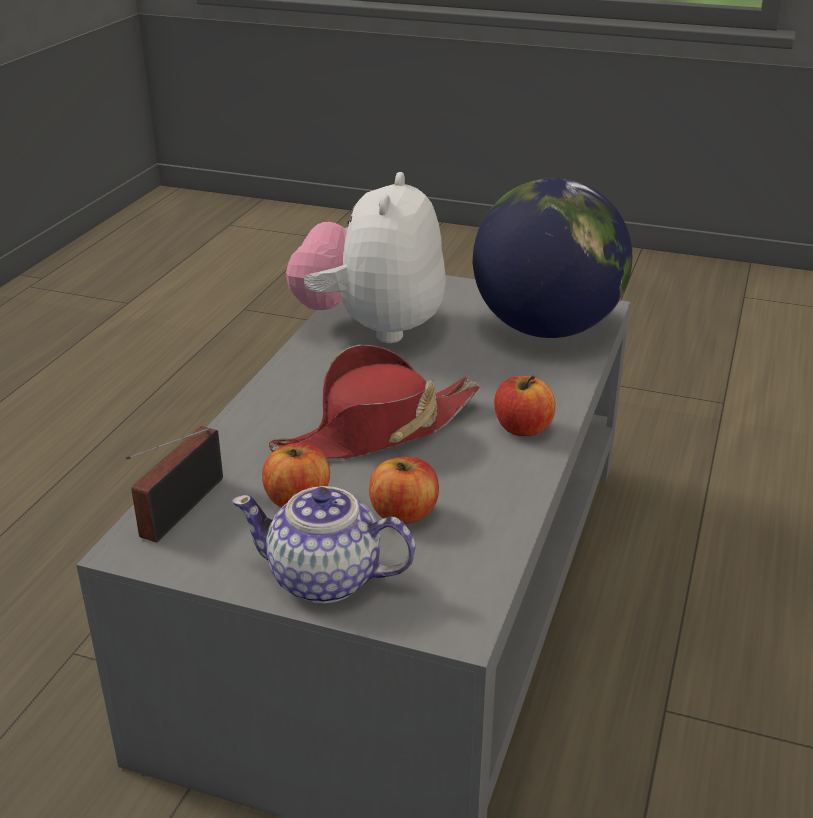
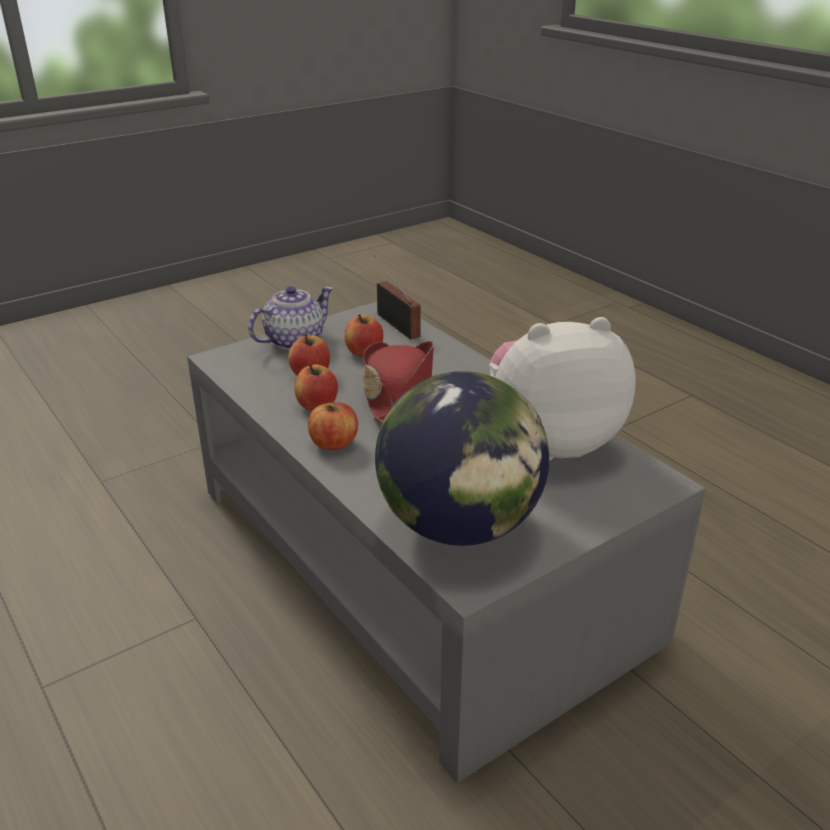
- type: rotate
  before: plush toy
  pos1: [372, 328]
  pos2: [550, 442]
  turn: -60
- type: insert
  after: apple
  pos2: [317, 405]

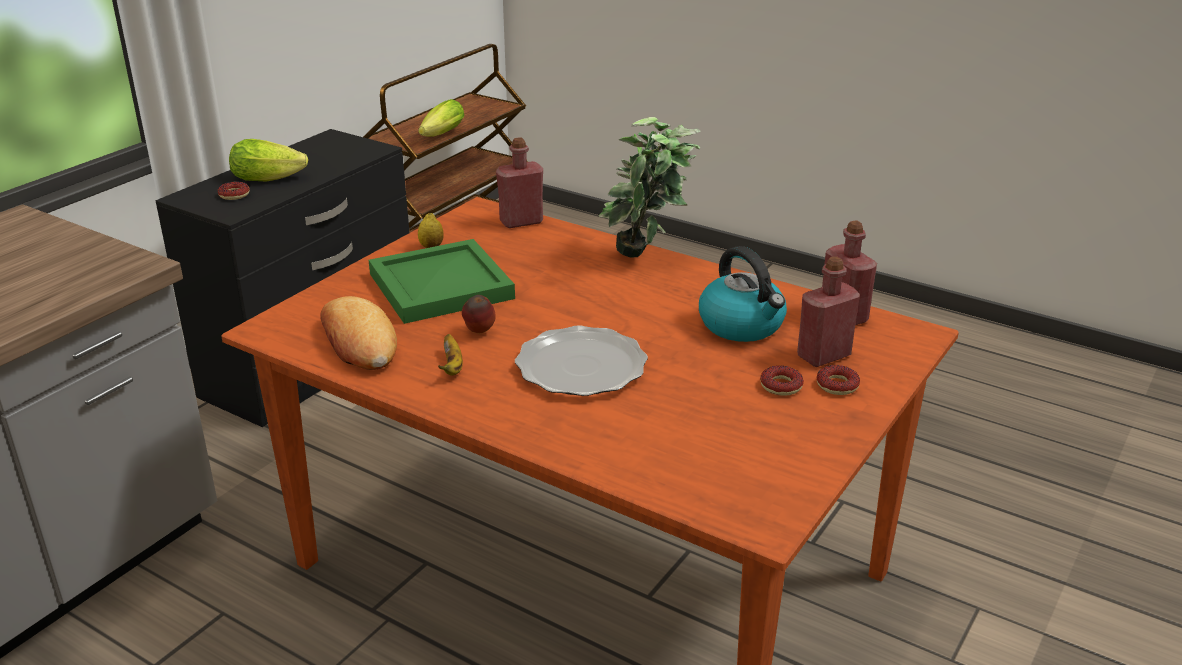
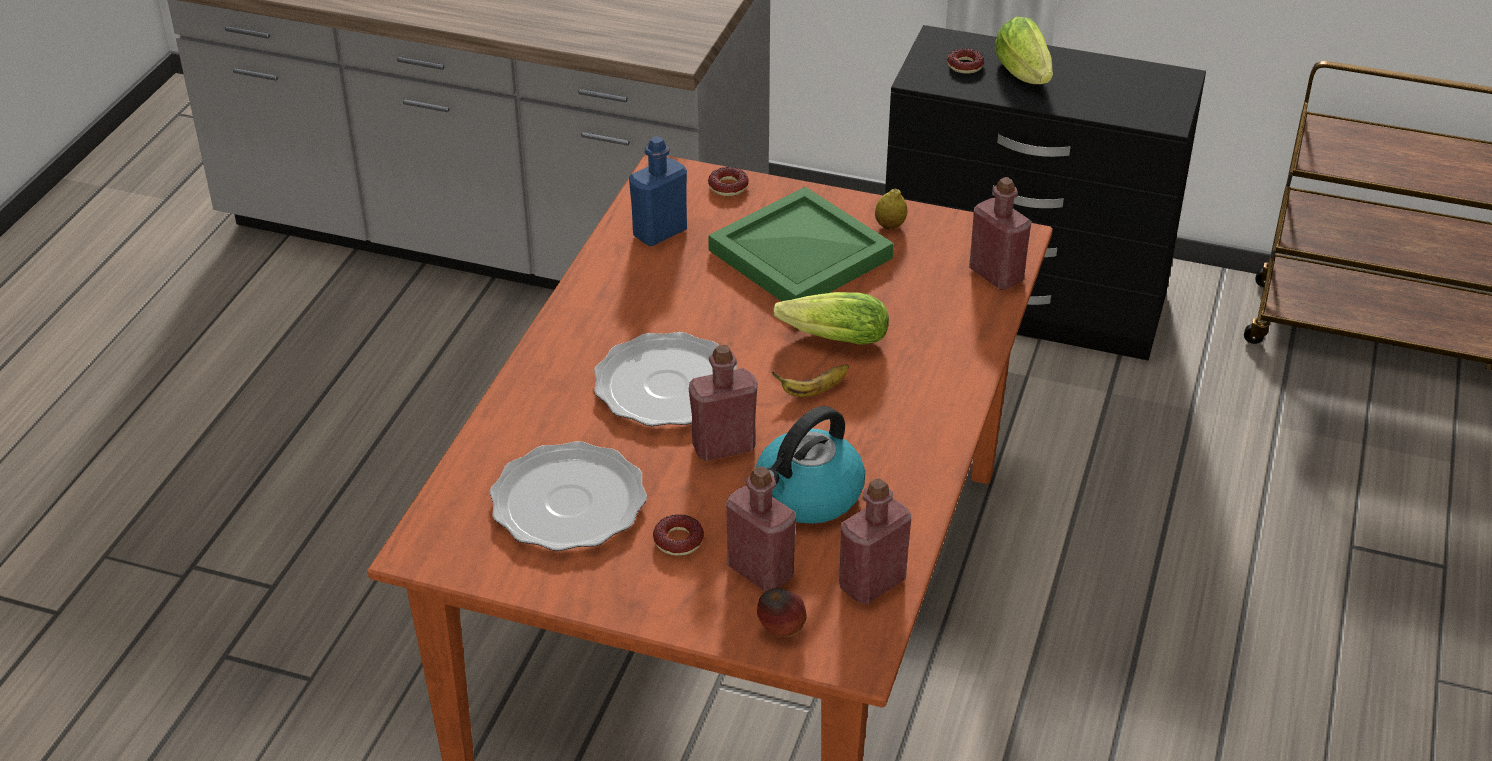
- type: move
  before: lettuce
  pos1: [440, 136]
  pos2: [829, 338]
- type: delete
  before: potted plant
  pos1: [647, 258]
- type: move
  before: apple
  pos1: [479, 332]
  pos2: [781, 631]
- type: replace
  before: bread
  after: bottle/blue
  pos1: [359, 342]
  pos2: [660, 233]
- type: move
  before: banana
  pos1: [452, 367]
  pos2: [813, 391]
- type: move
  before: donut
  pos1: [837, 385]
  pos2: [728, 186]
- type: insert
  after: bottle/red
  pos2: [723, 447]
- type: insert
  after: plate
  pos2: [570, 502]

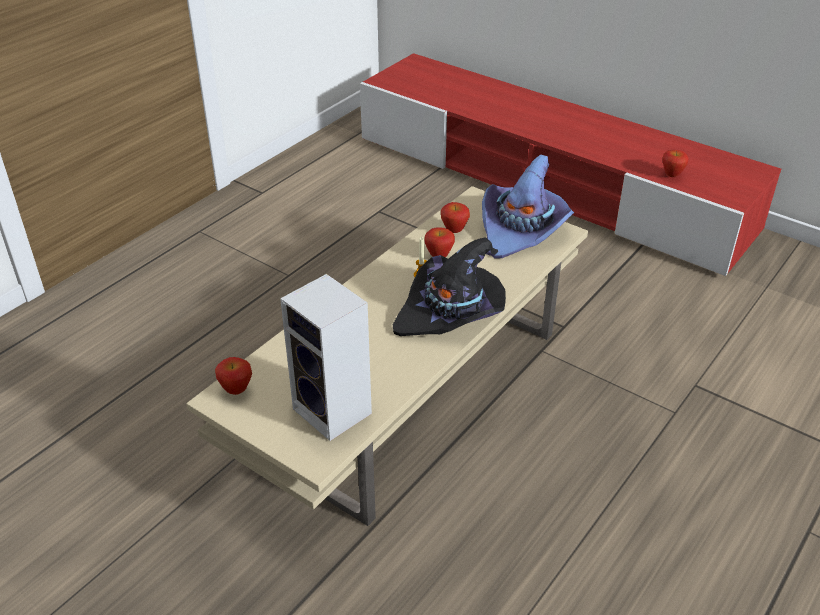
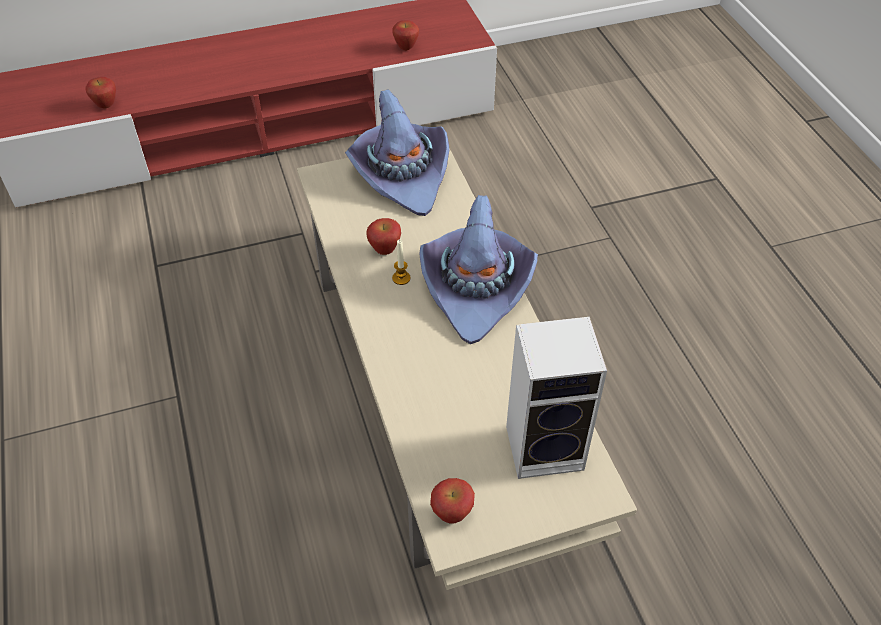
- type: move
  before: apple
  pos1: [454, 231]
  pos2: [106, 106]
- type: recolor
  before: hat/black
  after: hat/purple
  pos1: [451, 313]
  pos2: [477, 288]

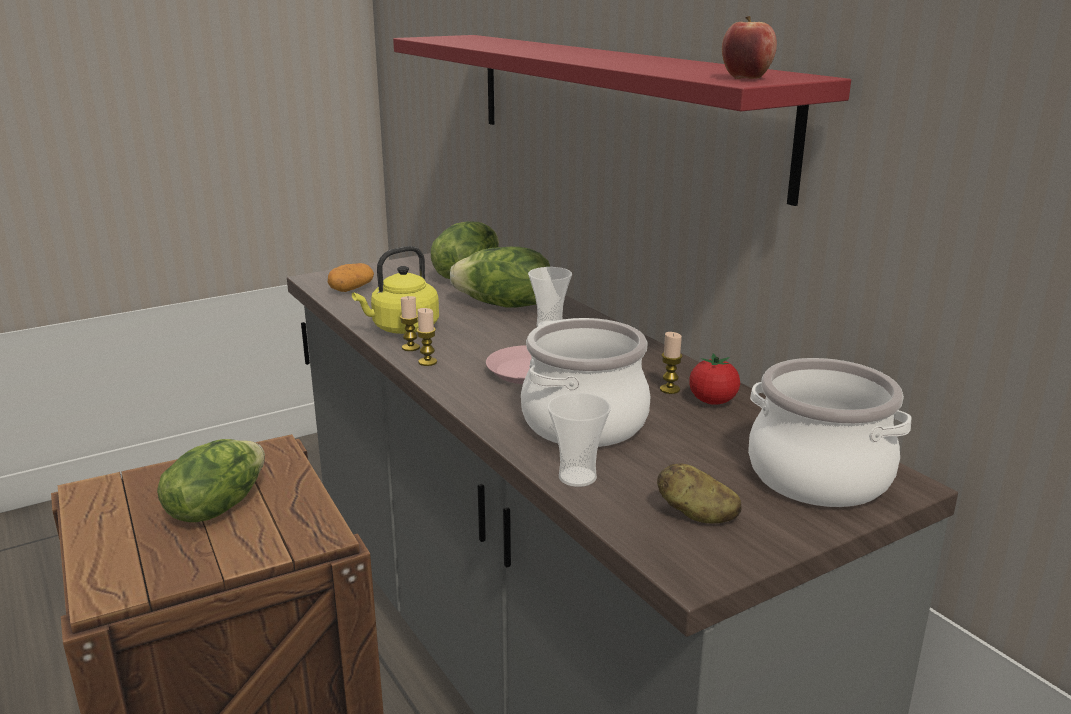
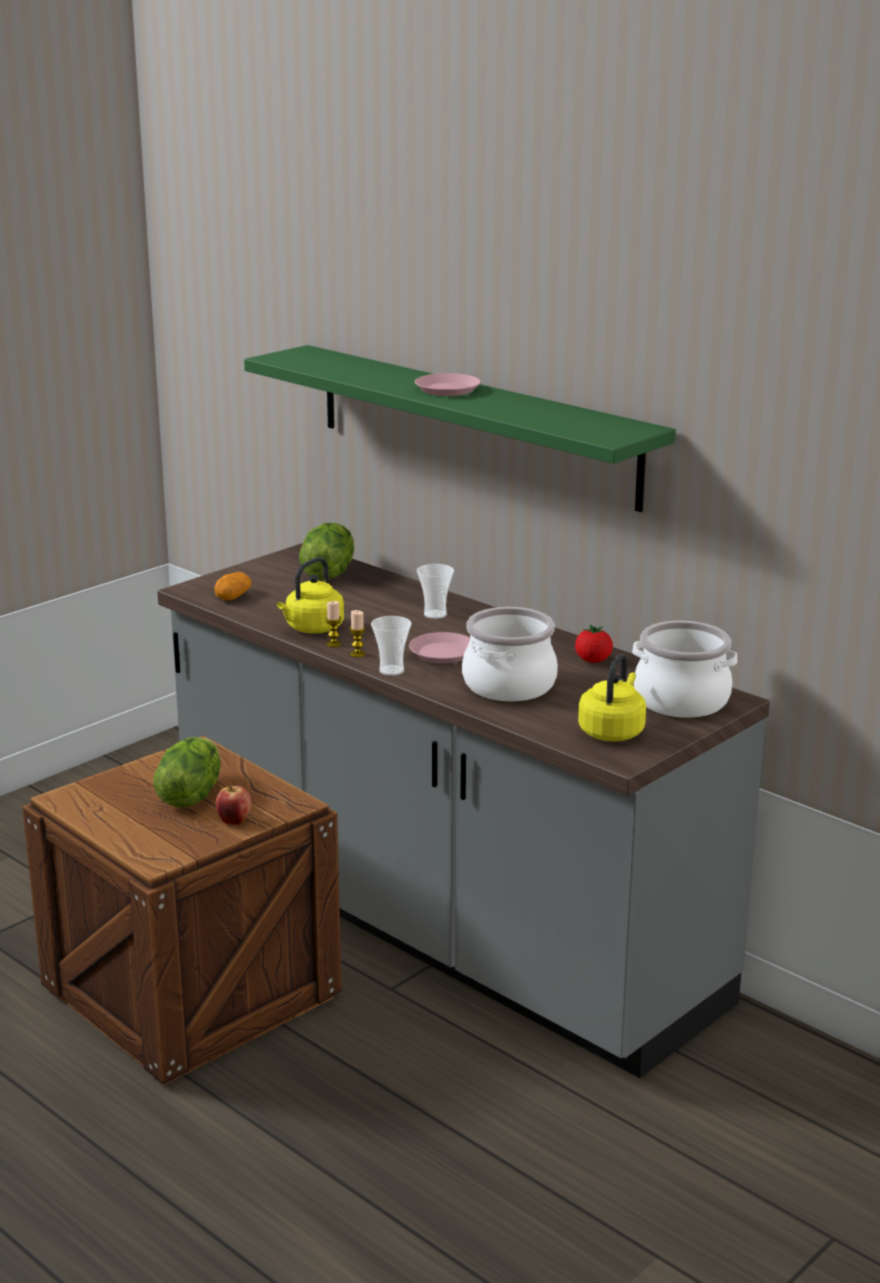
- type: move
  before: apple
  pos1: [746, 78]
  pos2: [234, 821]
- type: recolor
  before: shelf/red
  after: shelf/green
  pos1: [613, 104]
  pos2: [474, 424]
- type: delete
  before: lettuce
  pos1: [504, 305]
- type: delete
  before: candle
  pos1: [669, 389]
- type: move
  before: cup
  pos1: [577, 477]
  pos2: [391, 671]
- type: replace
  before: potato
  after: kettle/yellow
  pos1: [696, 515]
  pos2: [612, 731]
- type: insert
  after: plate/pink
  pos2: [447, 390]

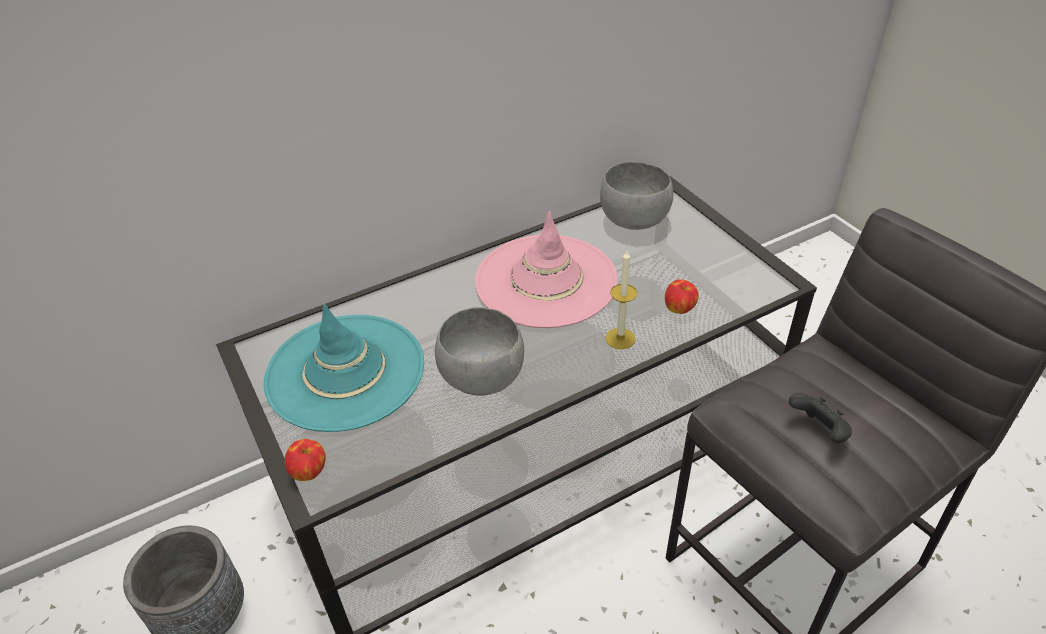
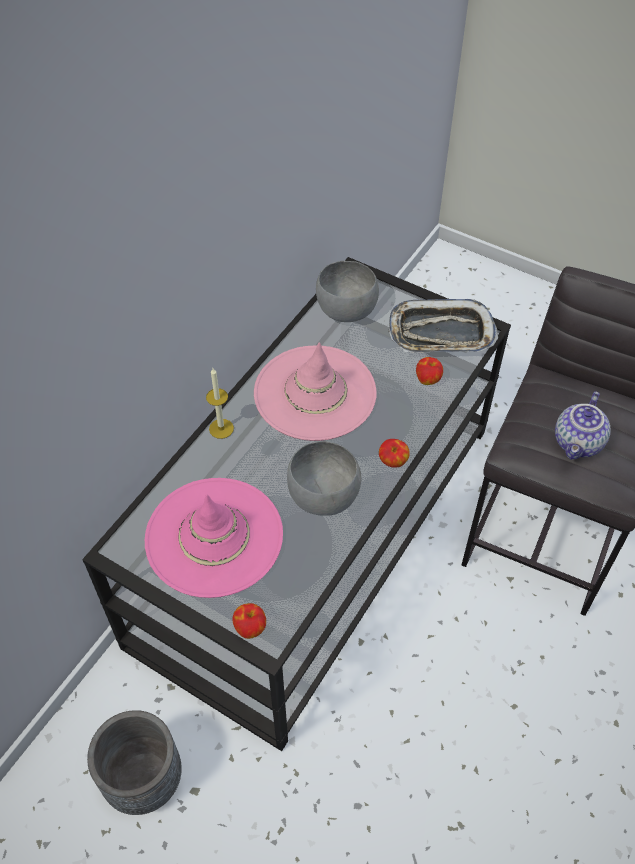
- type: move
  before: candle
  pos1: [620, 338]
  pos2: [221, 428]
- type: recolor
  before: hat/turquoise
  after: hat/pink
  pos1: [345, 372]
  pos2: [214, 536]
- type: replace
  before: game controller/black
  after: teapot
  pos1: [818, 431]
  pos2: [578, 443]
- type: insert
  after: tray
  pos2: [440, 333]
- type: insert
  after: apple
  pos2: [393, 462]

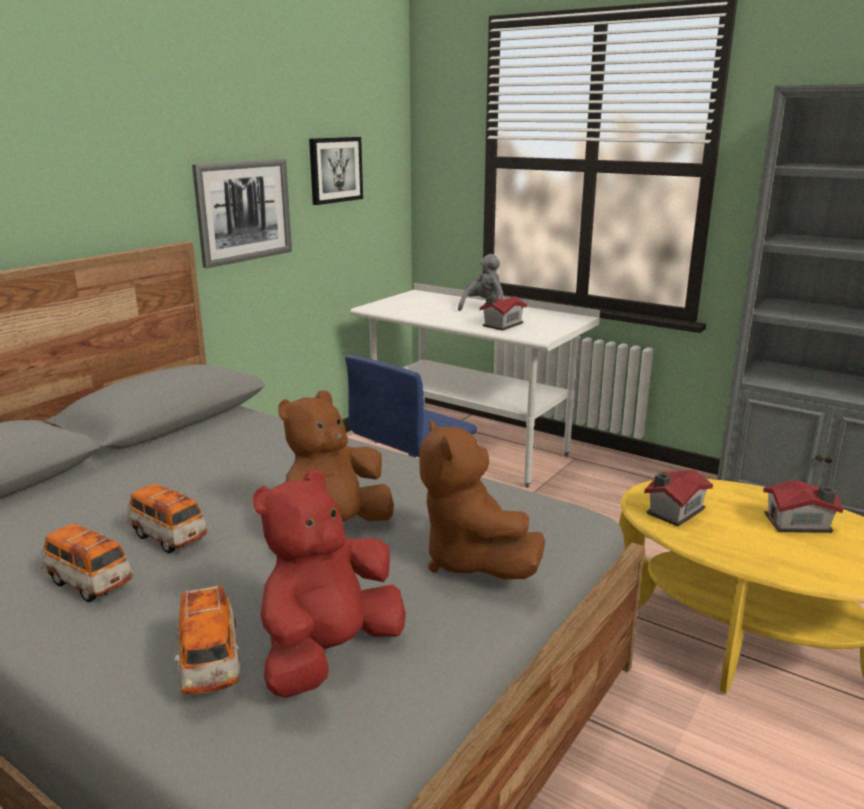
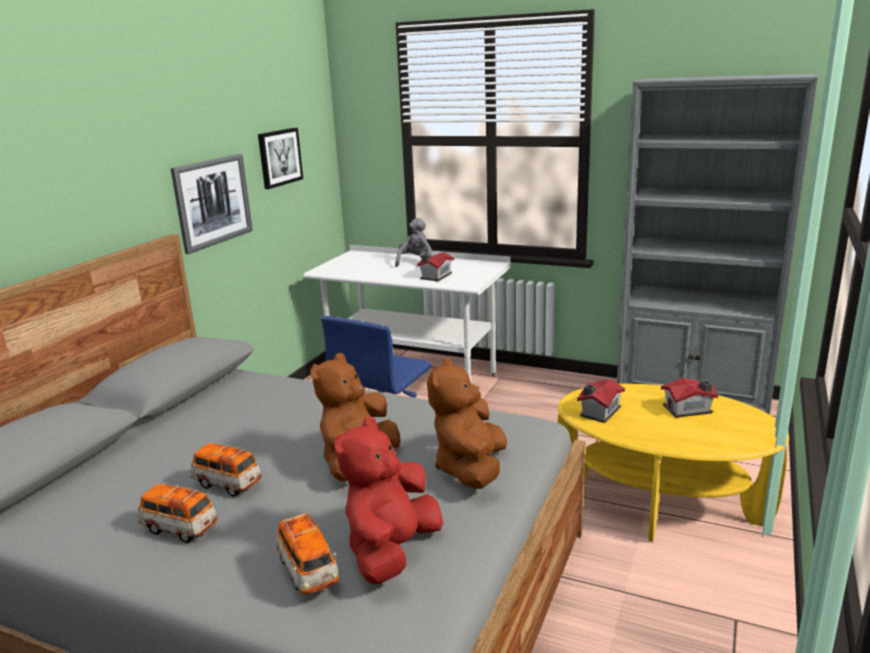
- type: rotate
  before: plush toy/brown
  pos1: [472, 561]
  pos2: [470, 469]
  turn: 45

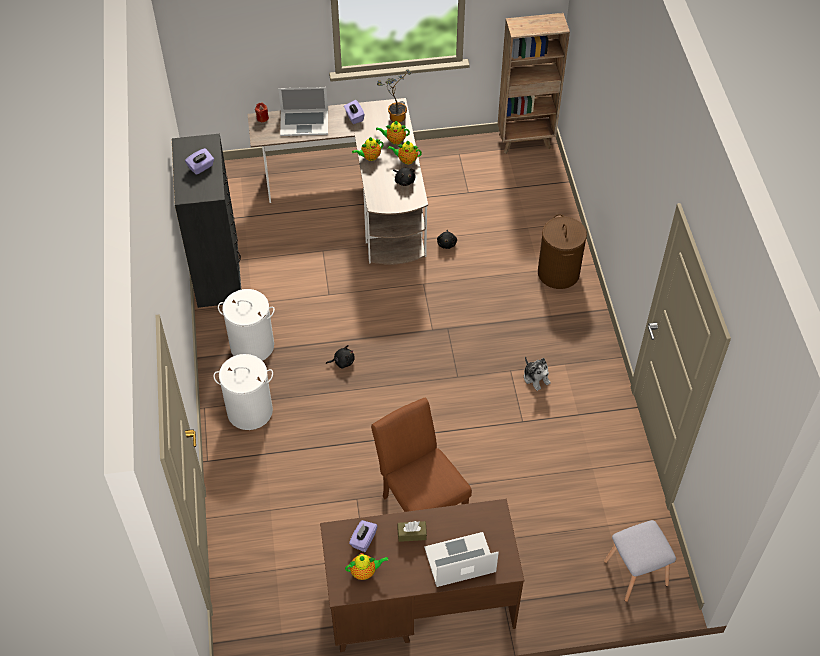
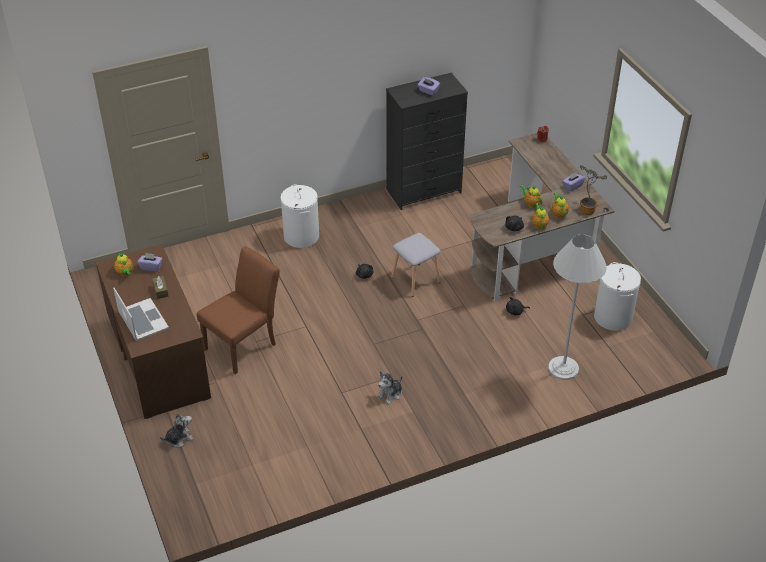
- type: delete
  before: bookcase/brown
  pos1: [526, 141]
- type: delete
  before: laptop
  pos1: [304, 122]
- type: delete
  before: laundry basket/brown
  pos1: [558, 273]
- type: move
  before: laundry basket/white
  pos1: [252, 346]
  pos2: [613, 317]
- type: move
  before: stool/grey
  pos1: [635, 574]
  pos2: [415, 279]
- type: insert
  after: floor lamp/white
  pos2: [563, 368]
- type: insert
  after: plush toy
  pos2: [179, 438]

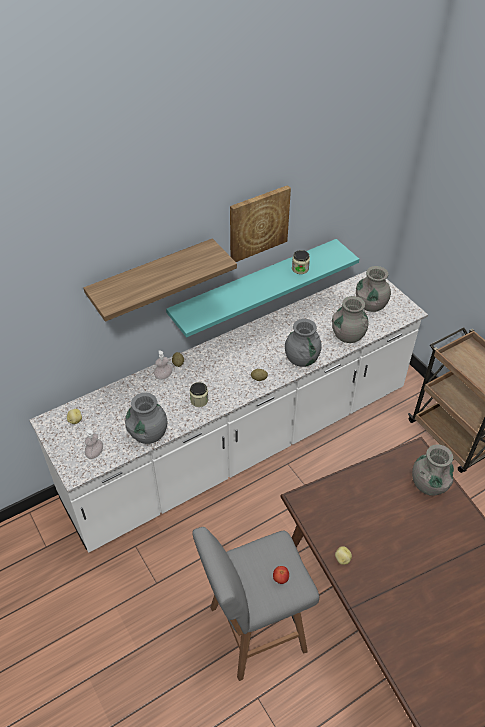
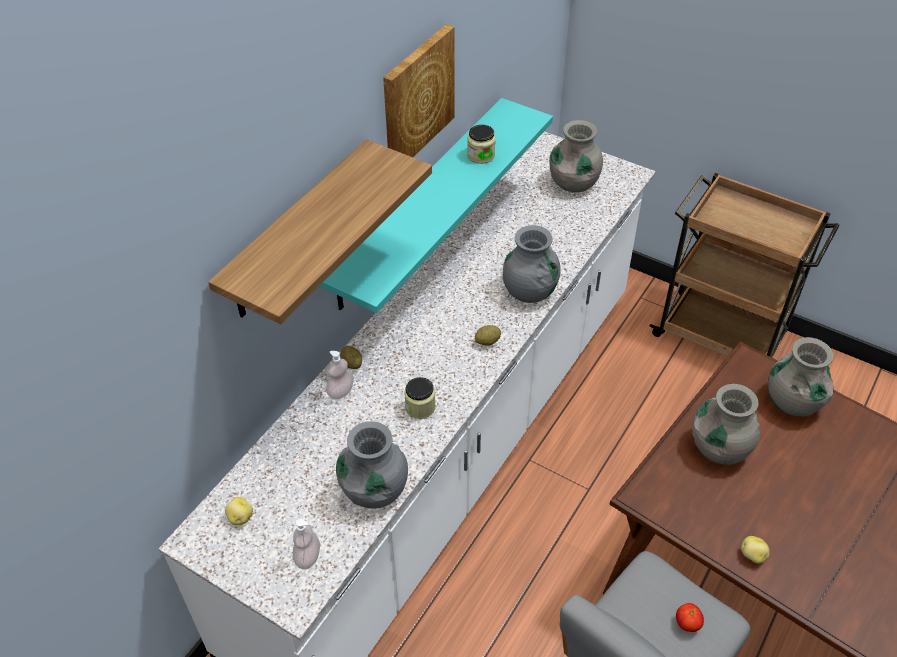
- type: move
  before: vase/grey
  pos1: [348, 335]
  pos2: [720, 448]

